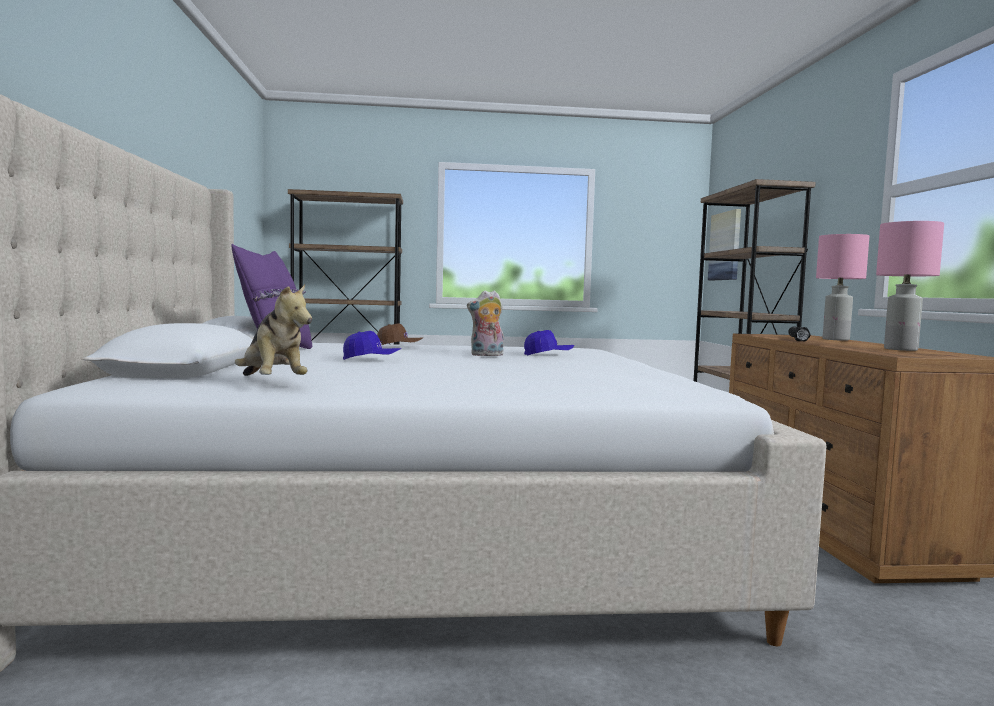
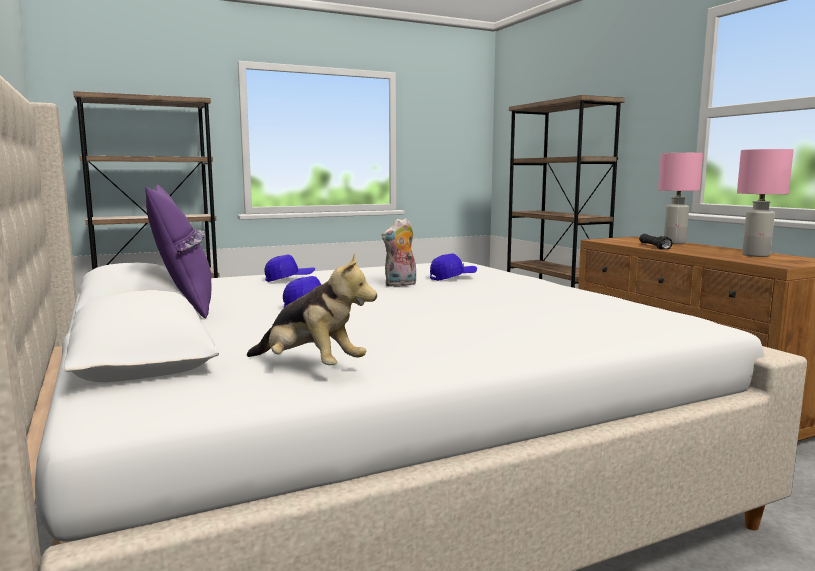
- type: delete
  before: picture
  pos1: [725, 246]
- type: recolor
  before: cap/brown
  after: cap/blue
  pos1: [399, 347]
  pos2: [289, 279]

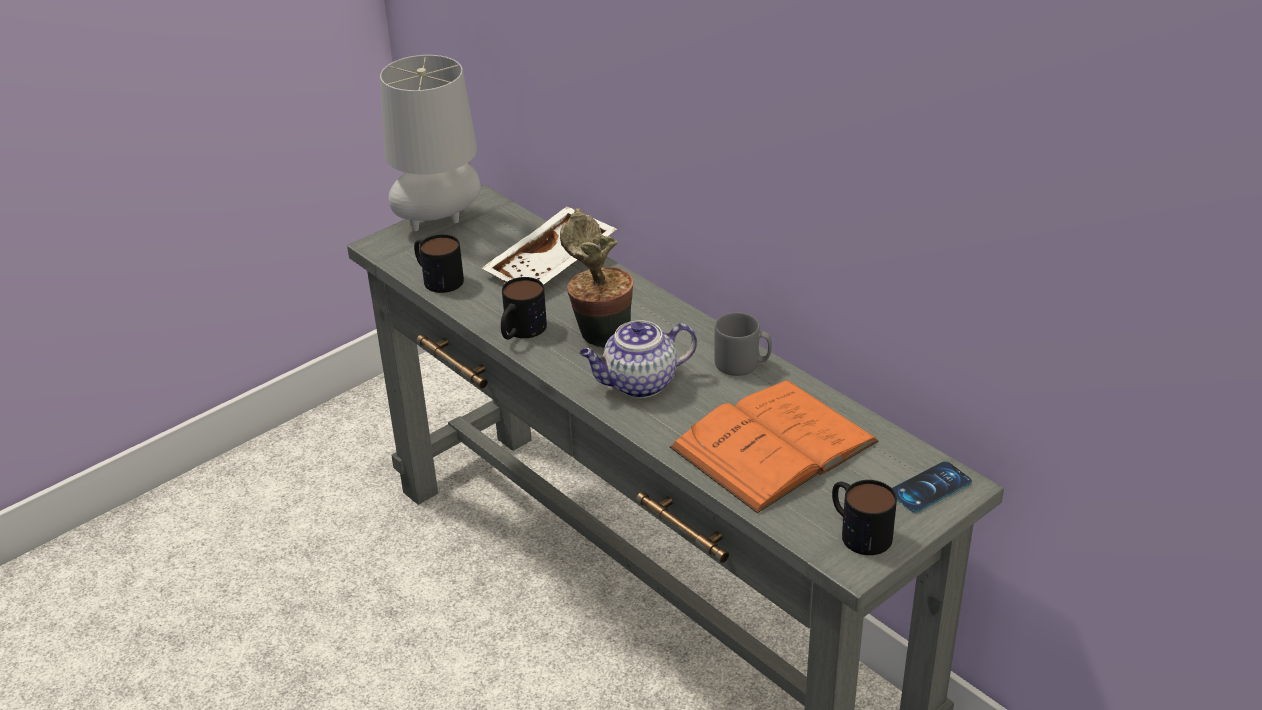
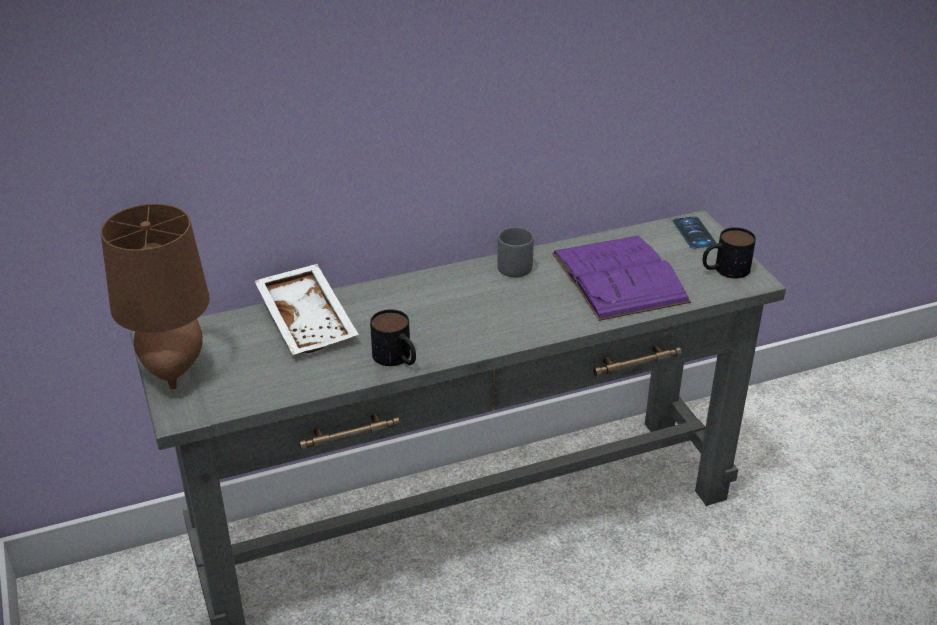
- type: recolor
  before: table lamp/grey
  after: table lamp/brown
  pos1: [439, 221]
  pos2: [173, 369]
- type: delete
  before: potted plant
  pos1: [599, 336]
- type: delete
  before: mug
  pos1: [437, 278]
- type: delete
  before: teapot
  pos1: [638, 384]
- type: recolor
  before: book/orange
  after: book/purple
  pos1: [773, 444]
  pos2: [619, 277]

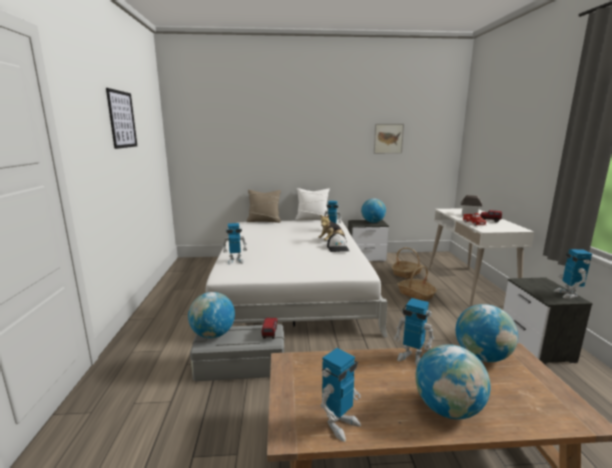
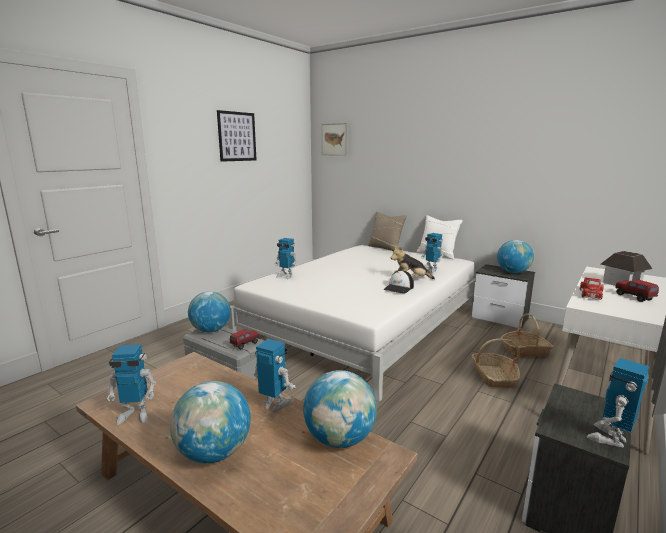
- type: move
  before: picture
  pos1: [388, 138]
  pos2: [334, 139]
- type: rotate
  before: toy robot
  pos1: [411, 357]
  pos2: [275, 404]
  turn: 135

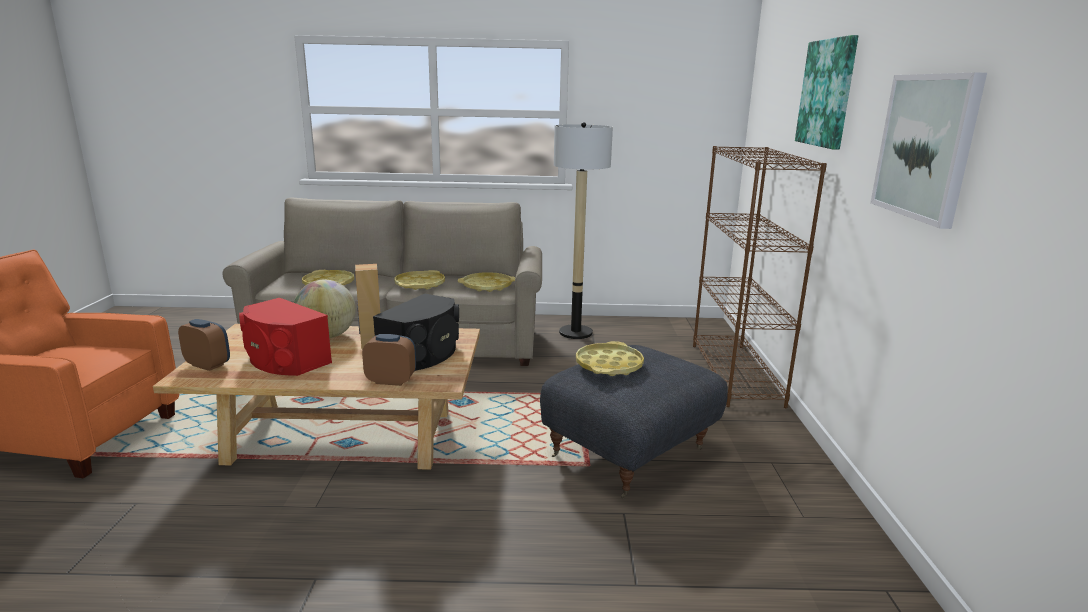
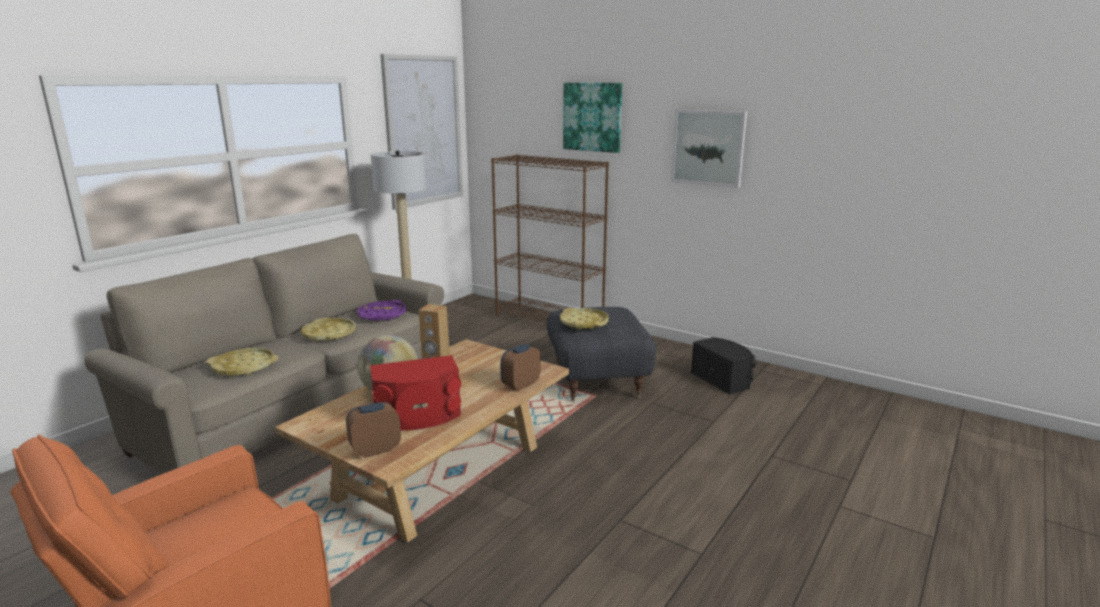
- type: recolor
  before: tray/yellow
  after: tray/purple
  pos1: [487, 286]
  pos2: [382, 315]
- type: move
  before: speaker/black
  pos1: [423, 354]
  pos2: [723, 379]
- type: insert
  after: picture
  pos2: [423, 131]

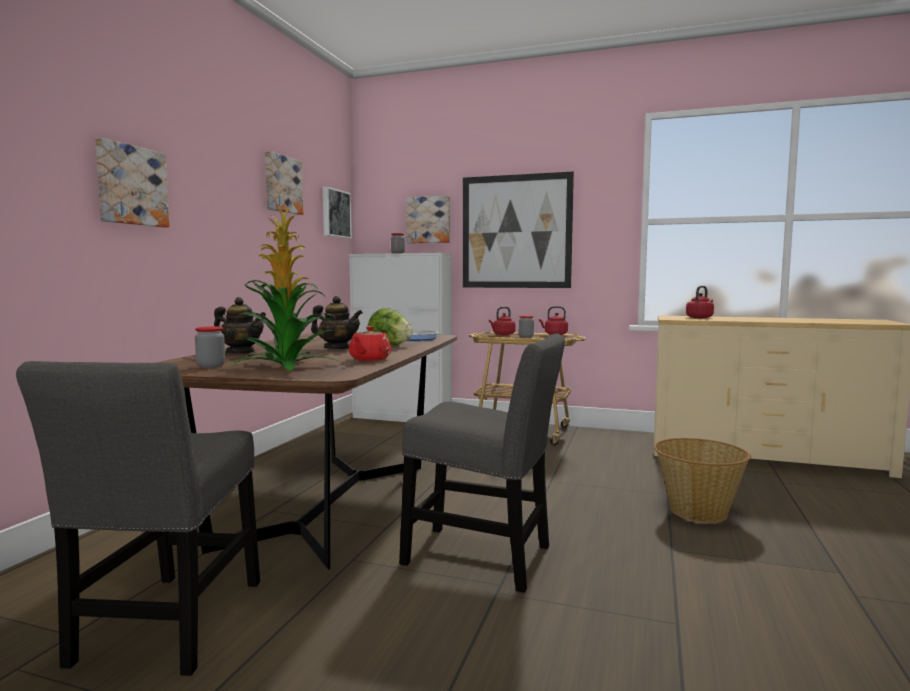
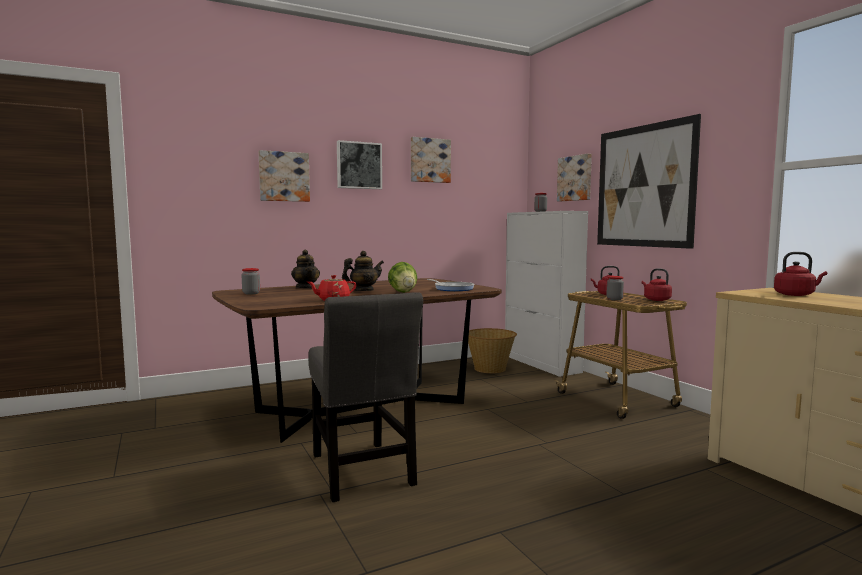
- type: move
  before: picture
  pos1: [335, 213]
  pos2: [359, 165]
- type: delete
  before: potted plant
  pos1: [286, 366]
- type: rotate
  before: teapot
  pos1: [337, 348]
  pos2: [363, 291]
  turn: -90
- type: delete
  before: chair/grey
  pos1: [168, 627]
- type: move
  before: basket
  pos1: [697, 511]
  pos2: [490, 369]

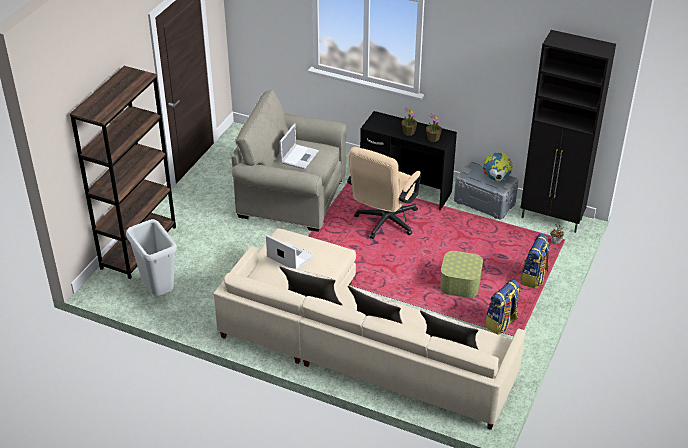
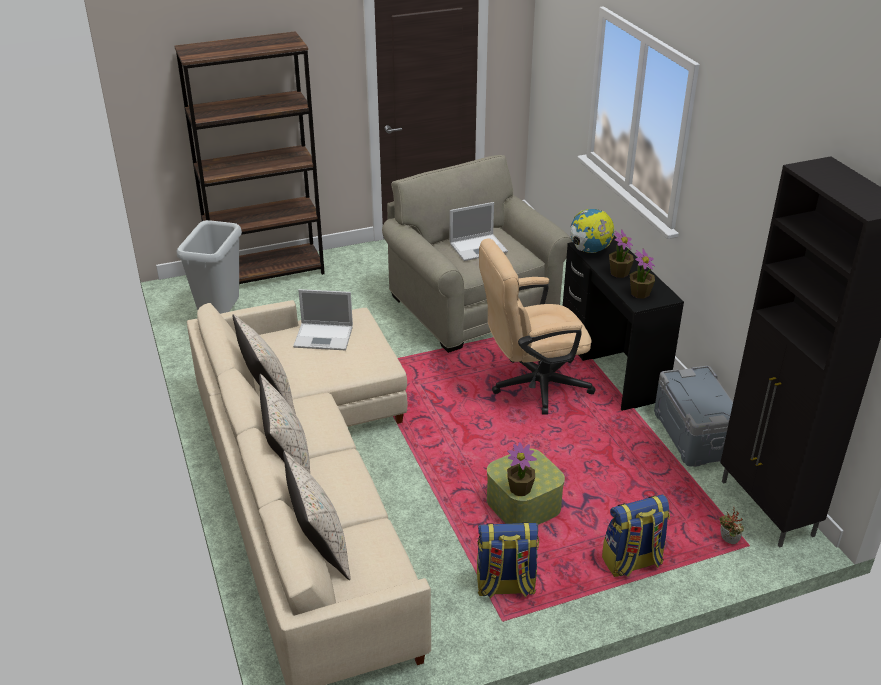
- type: move
  before: globe
  pos1: [496, 178]
  pos2: [589, 250]
- type: rotate
  before: laptop
  pos1: [289, 256]
  pos2: [324, 337]
  turn: 105
- type: insert
  after: potted plant
  pos2: [520, 489]

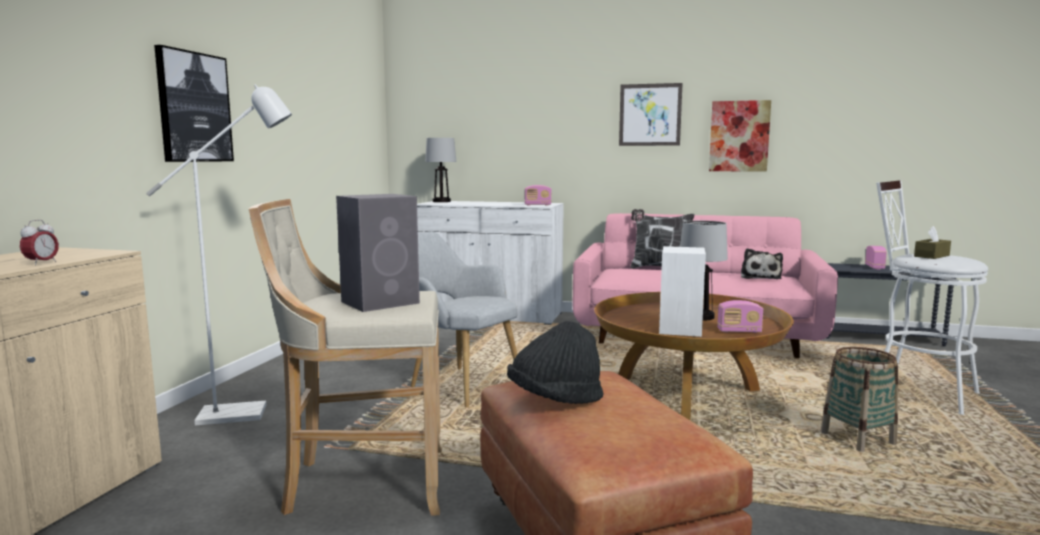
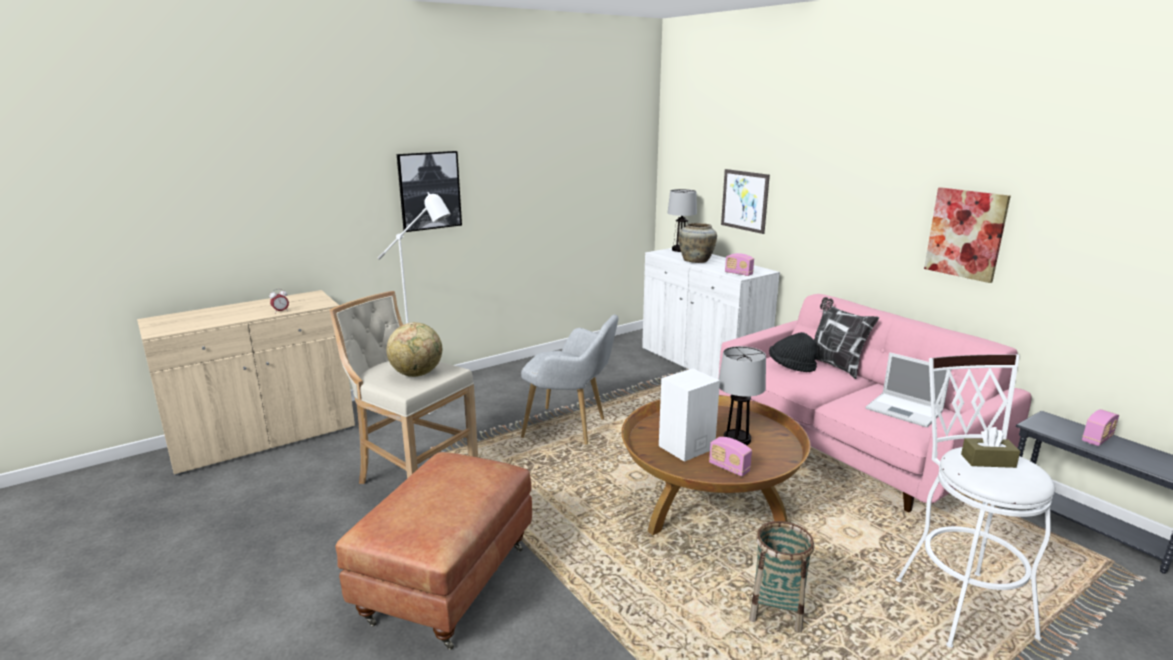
- type: move
  before: picture
  pos1: [650, 115]
  pos2: [744, 200]
- type: replace
  before: speaker/grey
  after: globe
  pos1: [382, 302]
  pos2: [417, 374]
- type: rotate
  before: armchair/grey
  pos1: [460, 384]
  pos2: [570, 428]
  turn: 120
- type: replace
  before: plush toy
  after: laptop
  pos1: [760, 277]
  pos2: [905, 410]
- type: move
  before: hat/black
  pos1: [555, 399]
  pos2: [791, 367]
- type: insert
  after: vase/beige
  pos2: [696, 261]

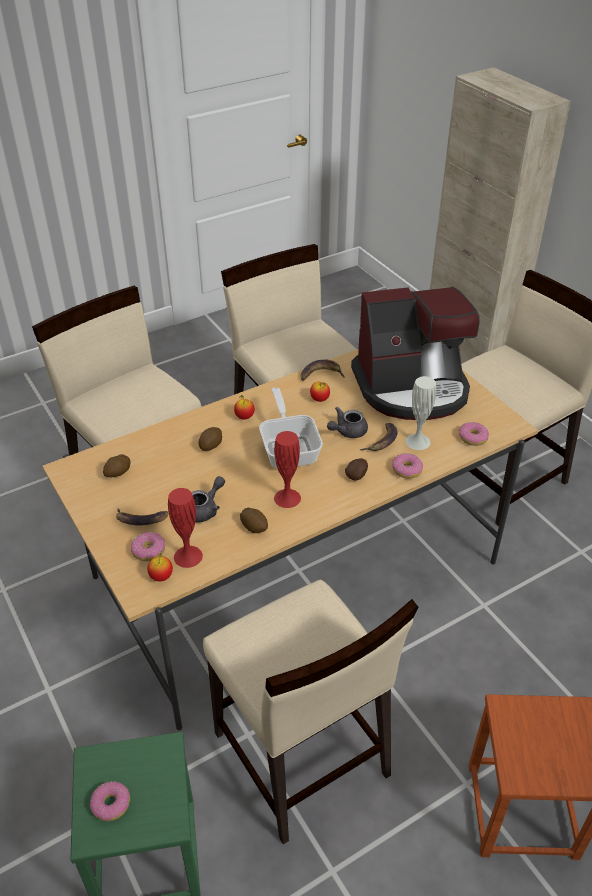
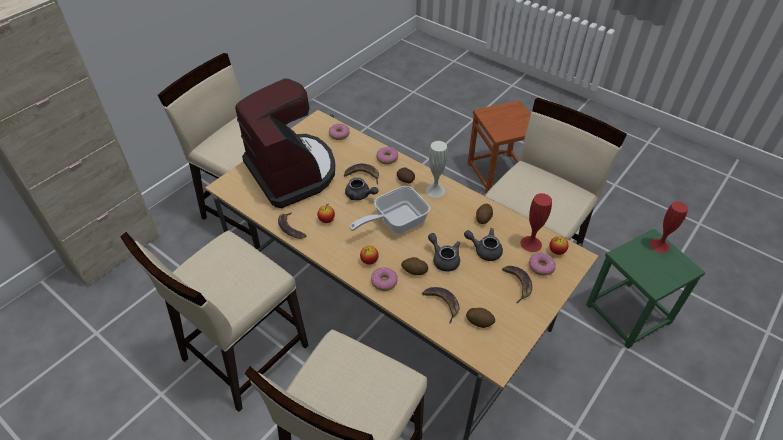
- type: move
  before: vase/white
  pos1: [417, 441]
  pos2: [435, 190]
- type: move
  before: vase/red
  pos1: [287, 498]
  pos2: [659, 245]
- type: move
  before: donut
  pos1: [111, 804]
  pos2: [384, 282]
- type: insert
  after: teapot/grey
  pos2: [444, 259]
- type: insert
  after: banana
  pos2: [442, 303]

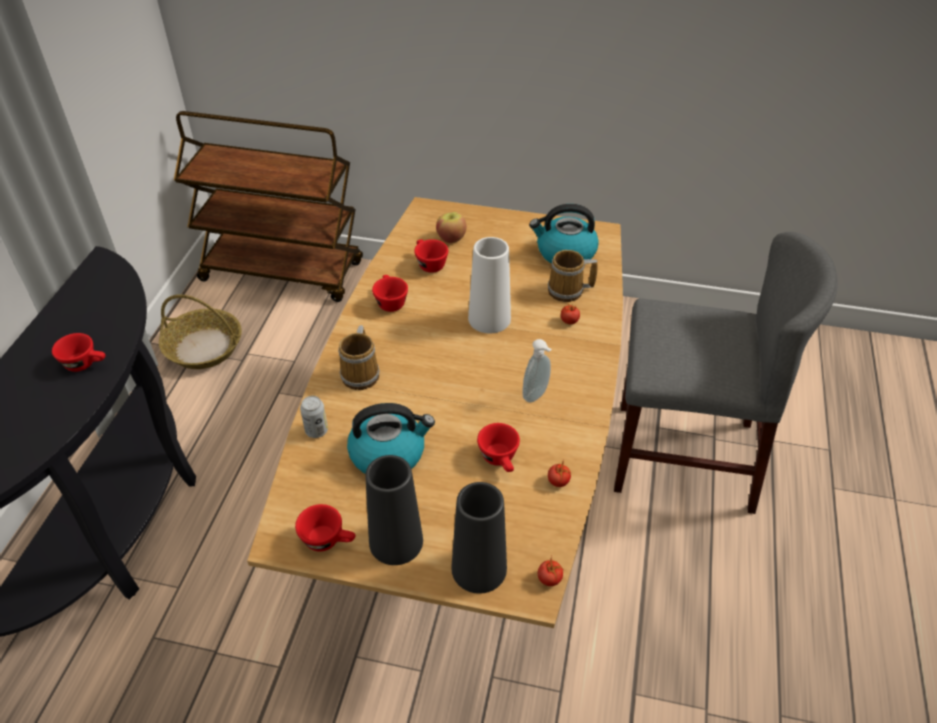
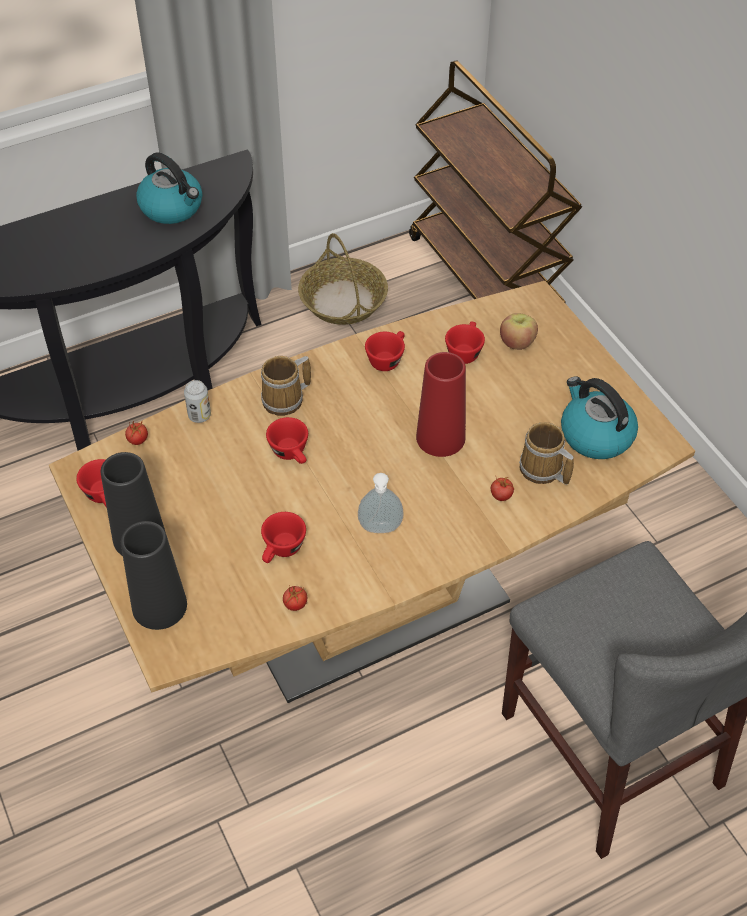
- type: recolor
  before: vase/white
  after: vase/red
  pos1: [489, 318]
  pos2: [440, 437]
- type: move
  before: cup/red
  pos1: [86, 363]
  pos2: [292, 454]
- type: move
  before: kettle
  pos1: [389, 454]
  pos2: [172, 208]
- type: move
  before: tomato
  pos1: [549, 579]
  pos2: [138, 440]

